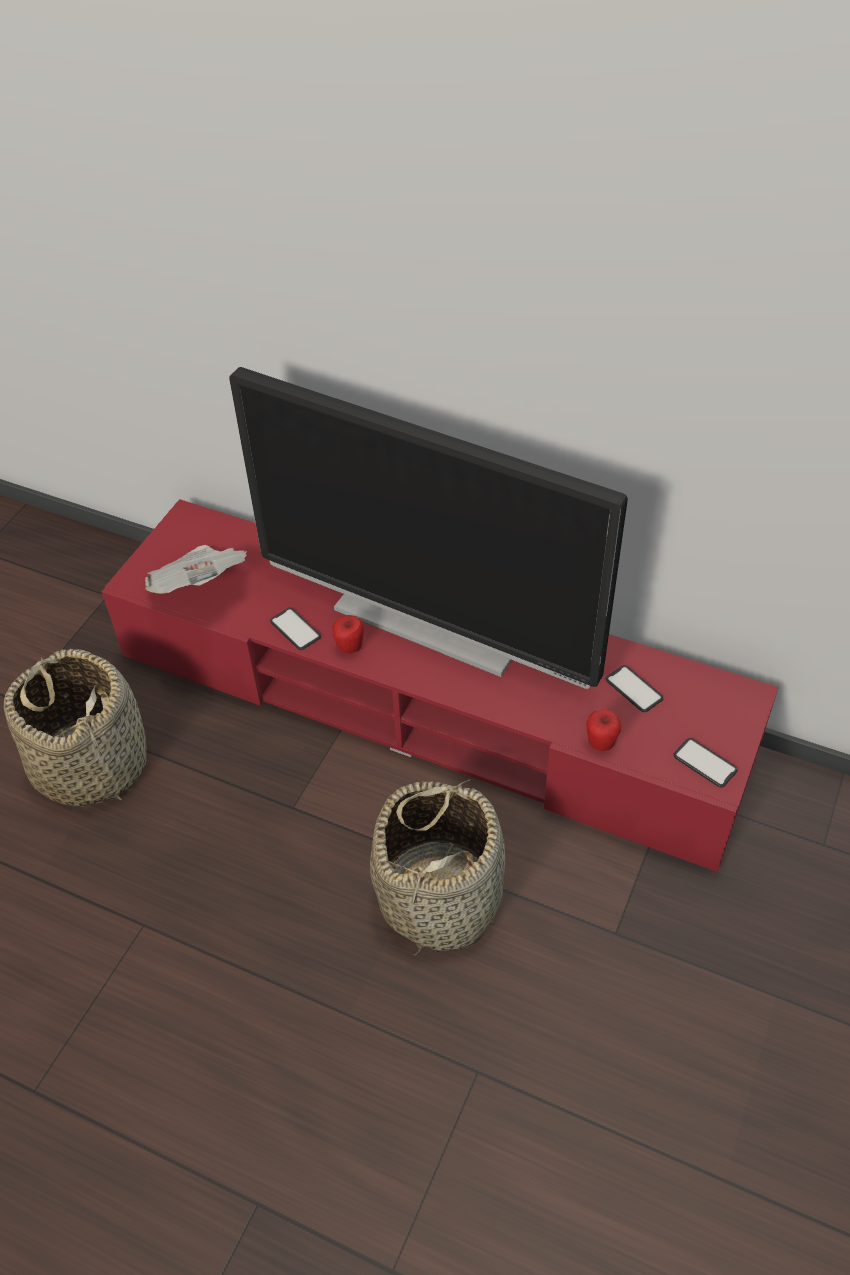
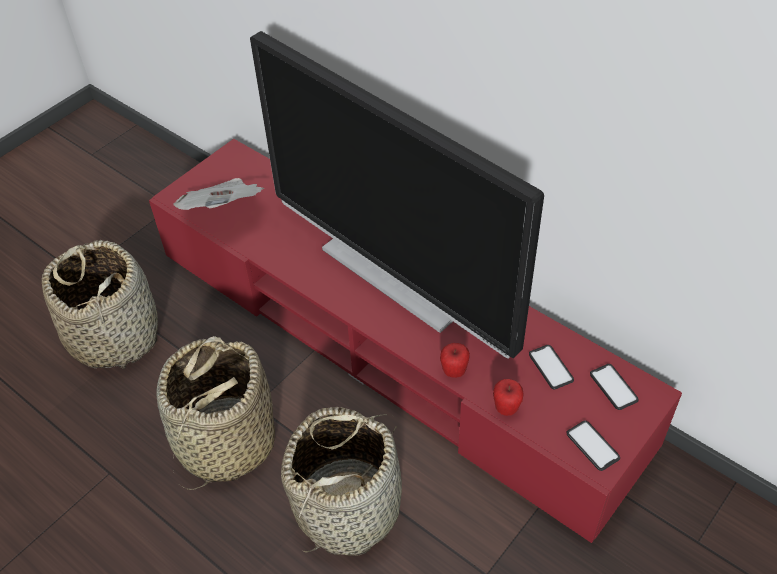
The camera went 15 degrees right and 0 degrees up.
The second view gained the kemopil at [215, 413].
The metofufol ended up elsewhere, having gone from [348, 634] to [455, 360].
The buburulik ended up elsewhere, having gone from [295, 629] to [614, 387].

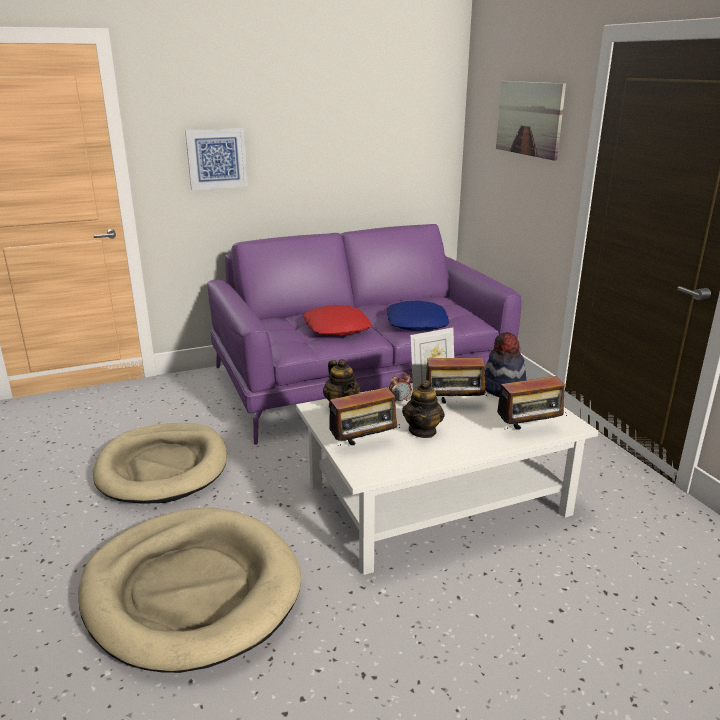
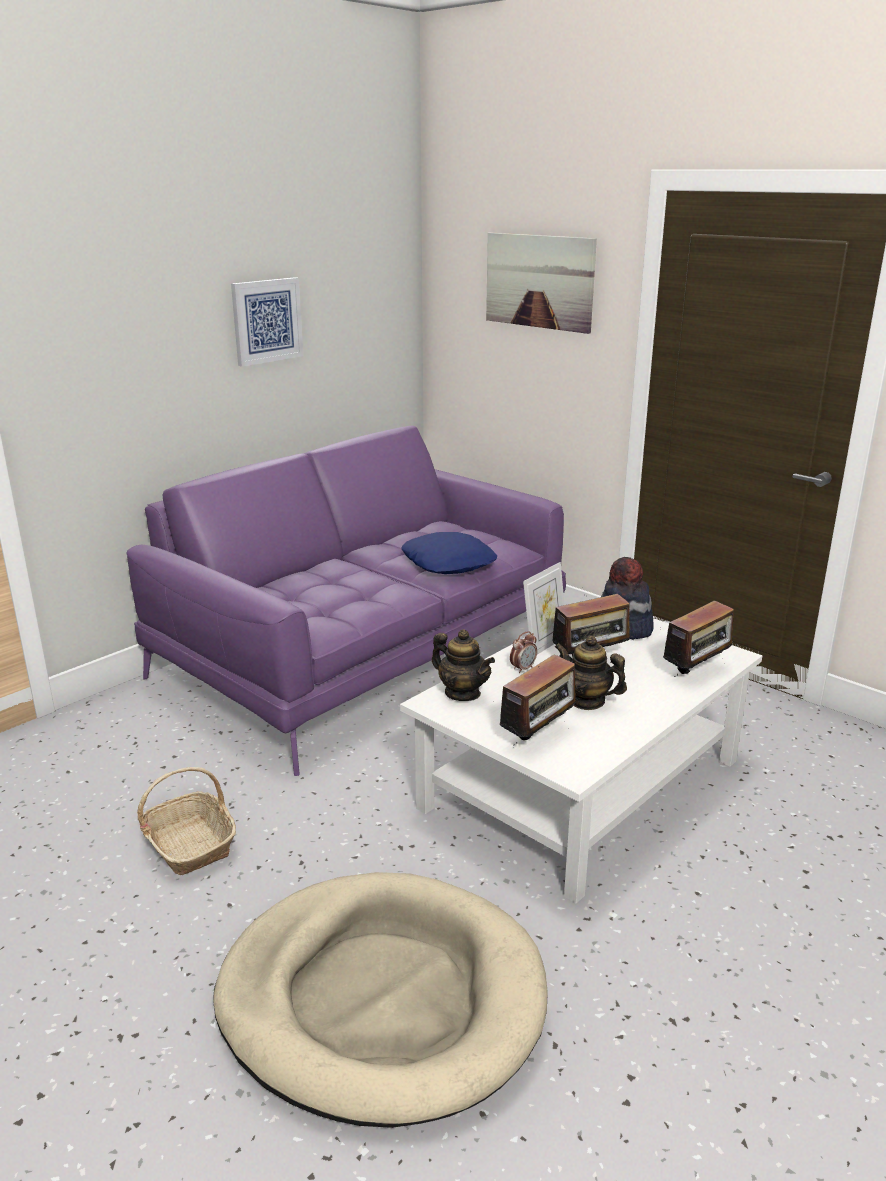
The camera went 25 degrees left and 0 degrees up.
Where the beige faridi stood at [160, 463], the kemopil came to stand at [186, 821].
The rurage ended up elsewhere, having gone from [216, 159] to [267, 322].
The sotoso at [423, 409] ended up facing another way, 135 degrees clockwise from before.
The second view lost the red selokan at [337, 320].

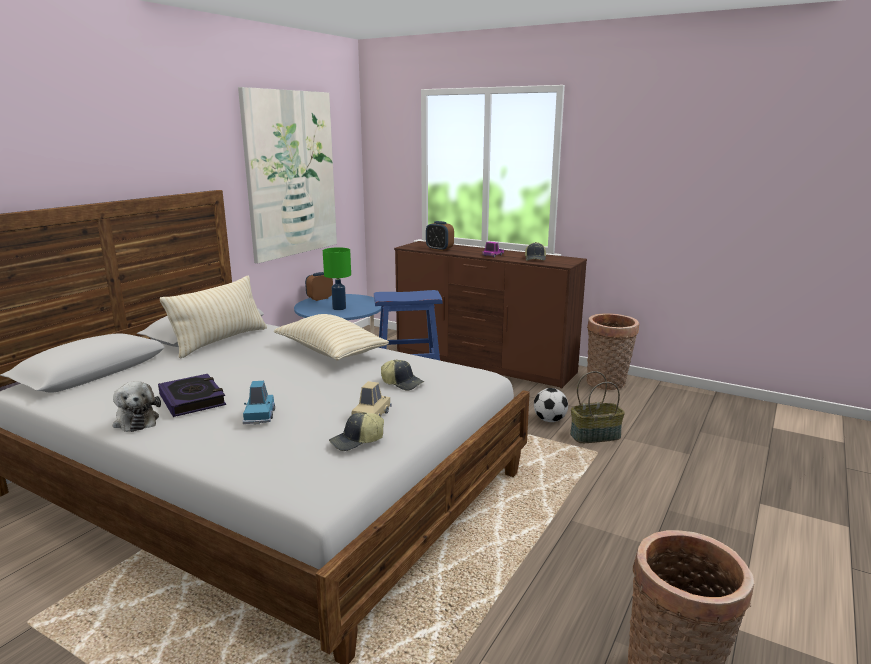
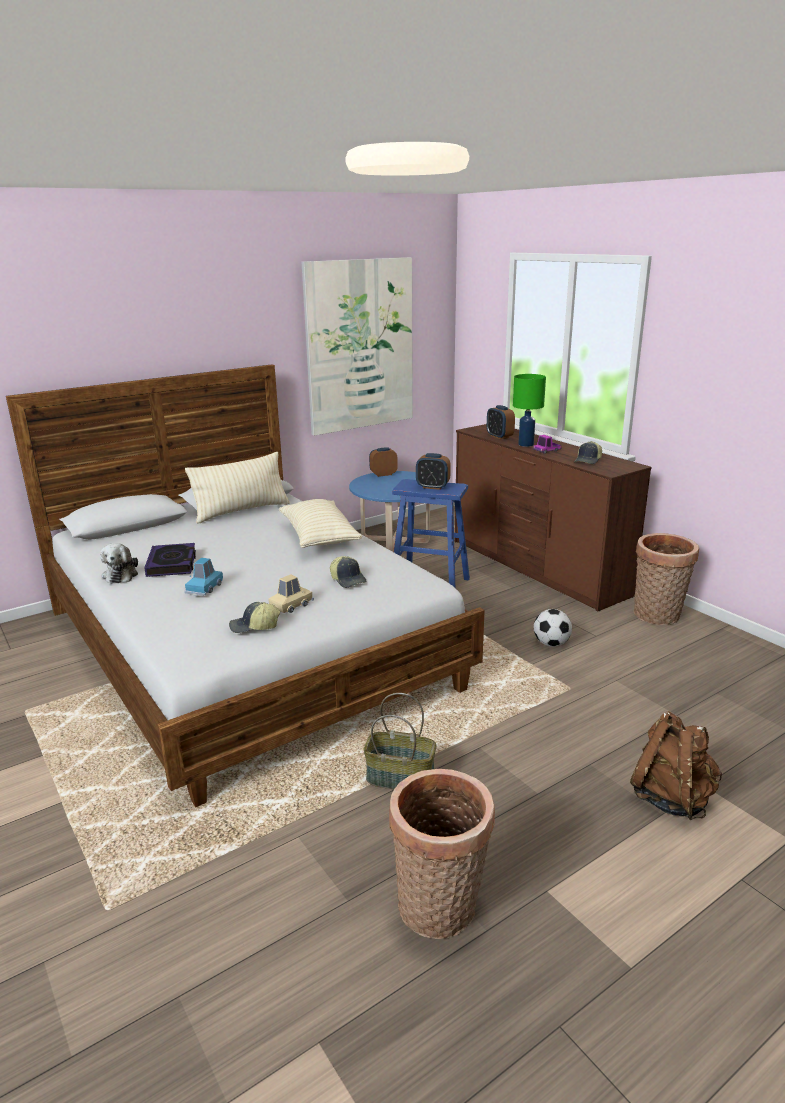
The camera went 25 degrees right and 5 degrees up.
The kemopil ended up elsewhere, having gone from [597, 407] to [400, 741].
The second view gained the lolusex at [433, 471].
The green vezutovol ended up elsewhere, having gone from [337, 278] to [529, 410].
The second view gained the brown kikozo at [676, 765].

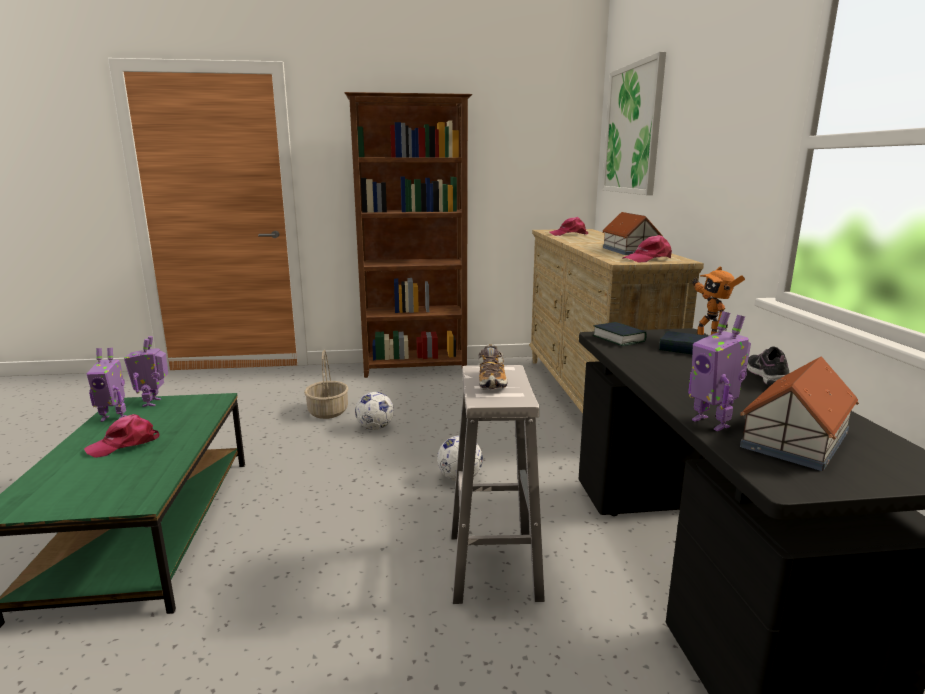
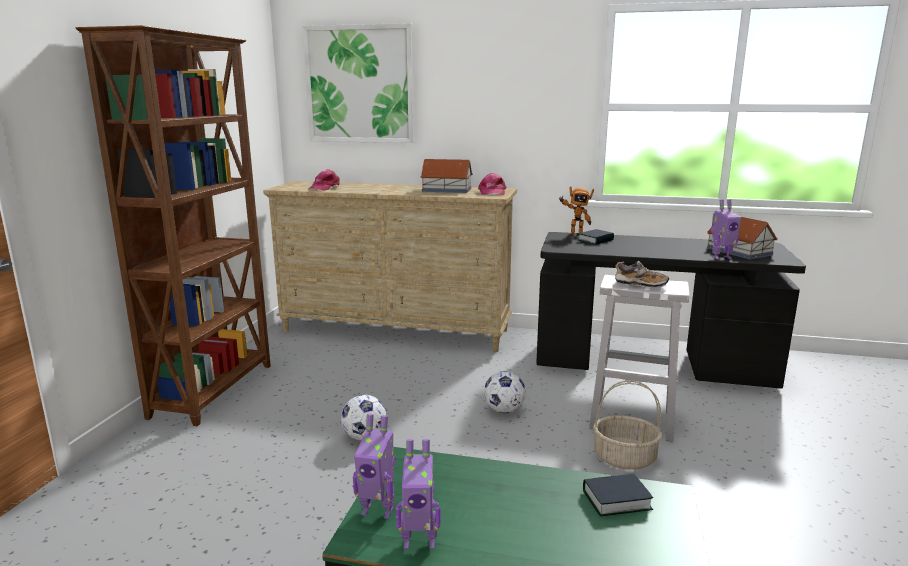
The camera went 70 degrees left and 0 degrees up.
The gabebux at [107, 385] ended up facing another way, 75 degrees clockwise from before.
The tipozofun ended up elsewhere, having gone from [620, 334] to [618, 495].
The kemopil ended up elsewhere, having gone from [326, 384] to [627, 425].
The second view lost the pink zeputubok at [122, 436].
The second view lost the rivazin at [768, 366].

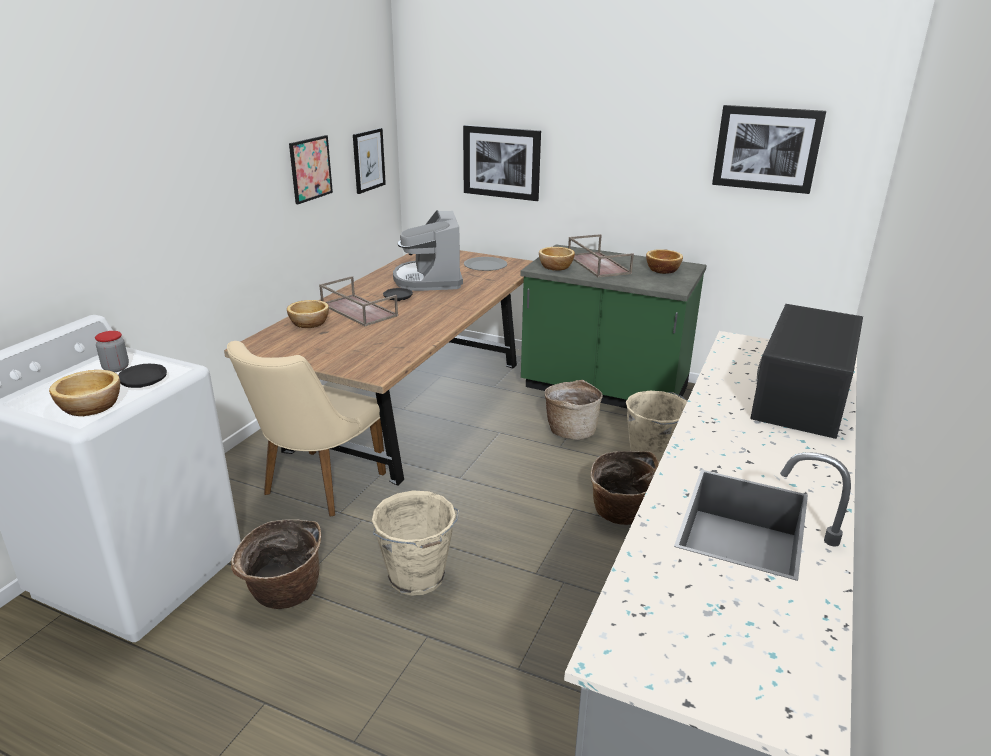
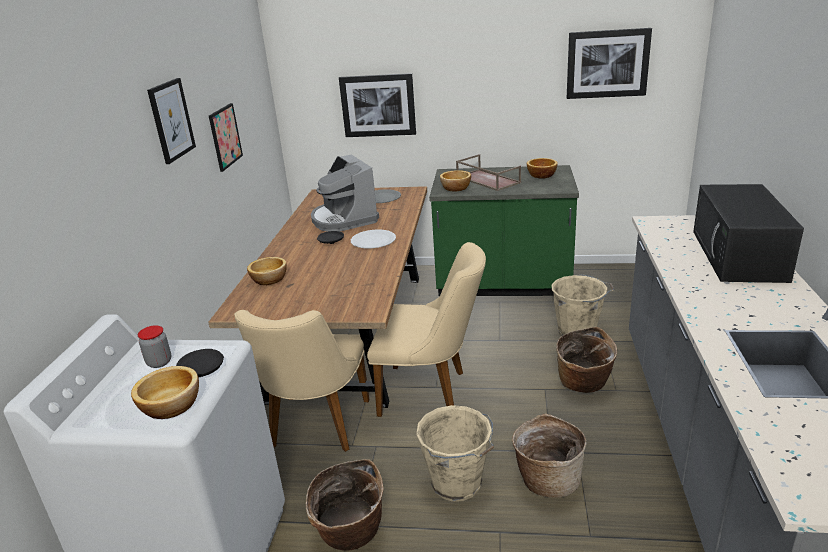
The camera went 15 degrees left and 0 degrees up.
The rurage ended up elsewhere, having gone from [369, 161] to [171, 121].
The second view gained the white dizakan at [373, 239].
The second view gained the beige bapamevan at [426, 329].
The kemopil ended up elsewhere, having gone from [573, 410] to [549, 456].
The second view lost the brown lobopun at [358, 301].

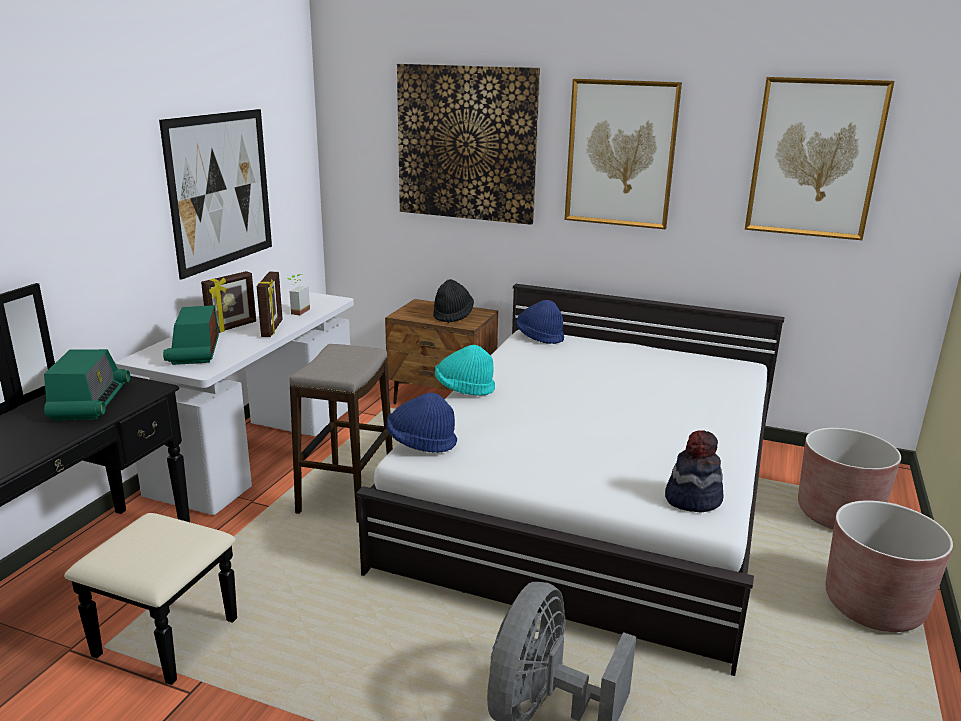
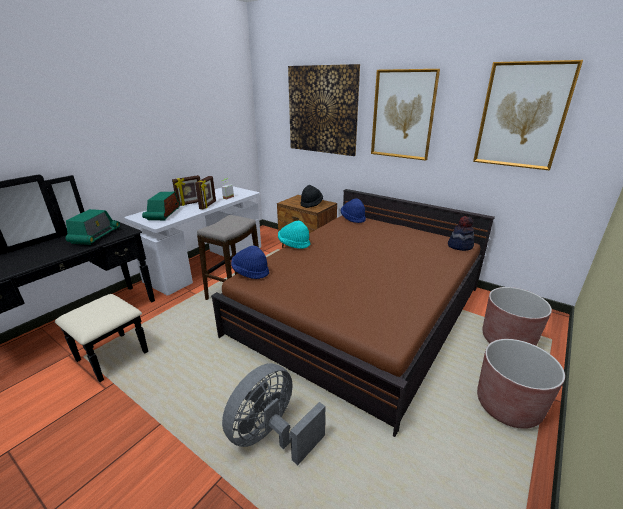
The camera went 15 degrees right and 5 degrees up.
What was the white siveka at [570, 480] turned into the brown siveka at [353, 313].
The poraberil ended up elsewhere, having gone from [694, 471] to [461, 233].
The second view lost the rurage at [215, 194].

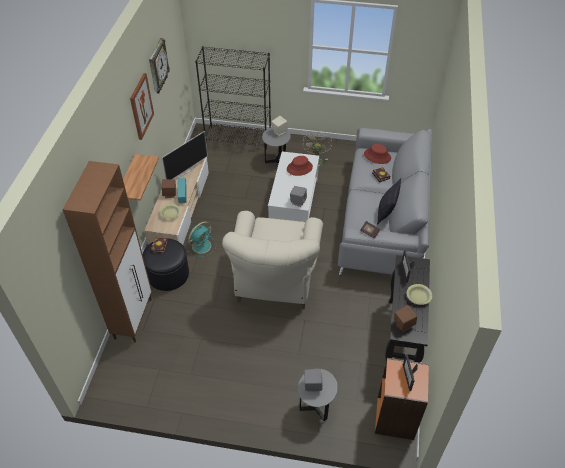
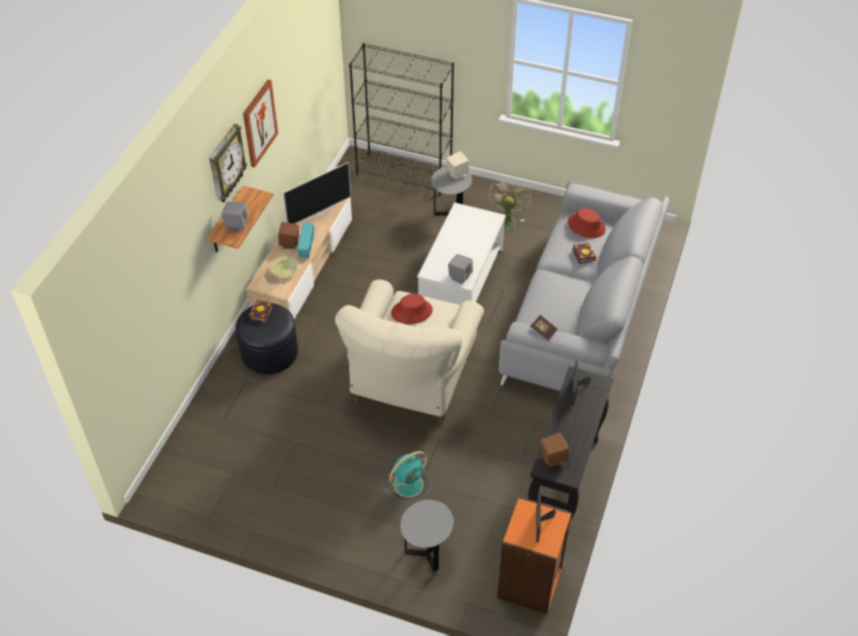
The camera went 10 degrees right and 0 degrees up.
The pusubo ended up elsewhere, having gone from [159, 65] to [228, 163].
The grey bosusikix ended up elsewhere, having gone from [313, 380] to [235, 217].
The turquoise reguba ended up elsewhere, having gone from [201, 239] to [408, 477].
The red poraberil ended up elsewhere, having gone from [300, 166] to [412, 309].
The second view lost the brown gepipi at [107, 251].
The second view lost the selokan at [389, 201].
The second view lost the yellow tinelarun at [419, 294].

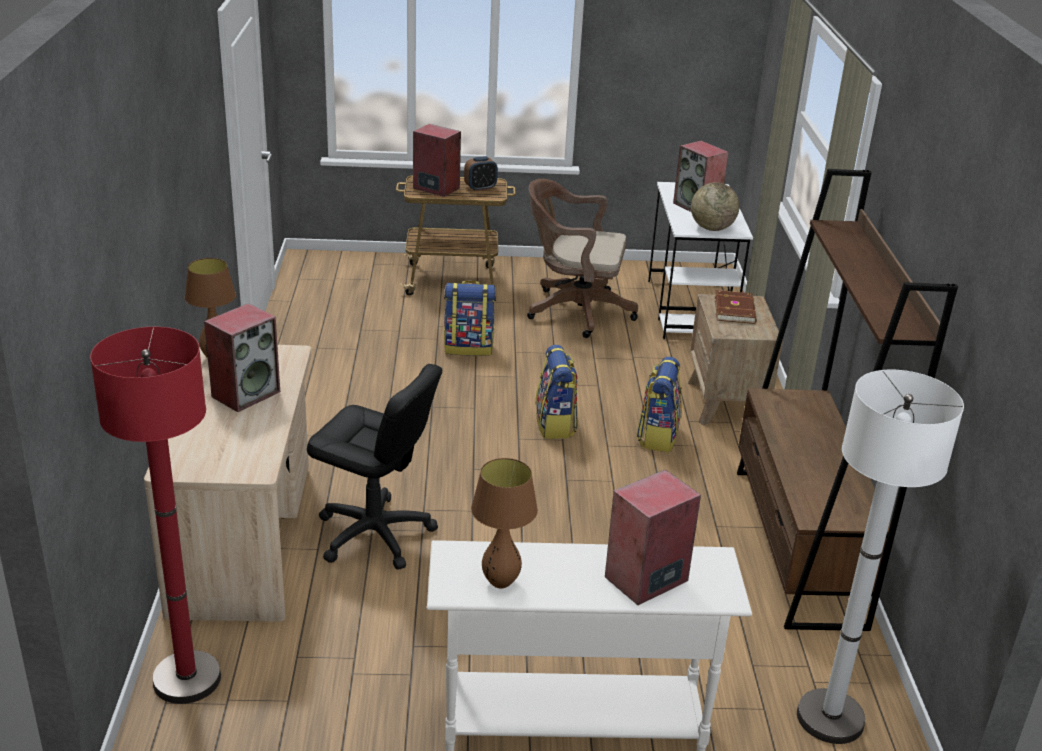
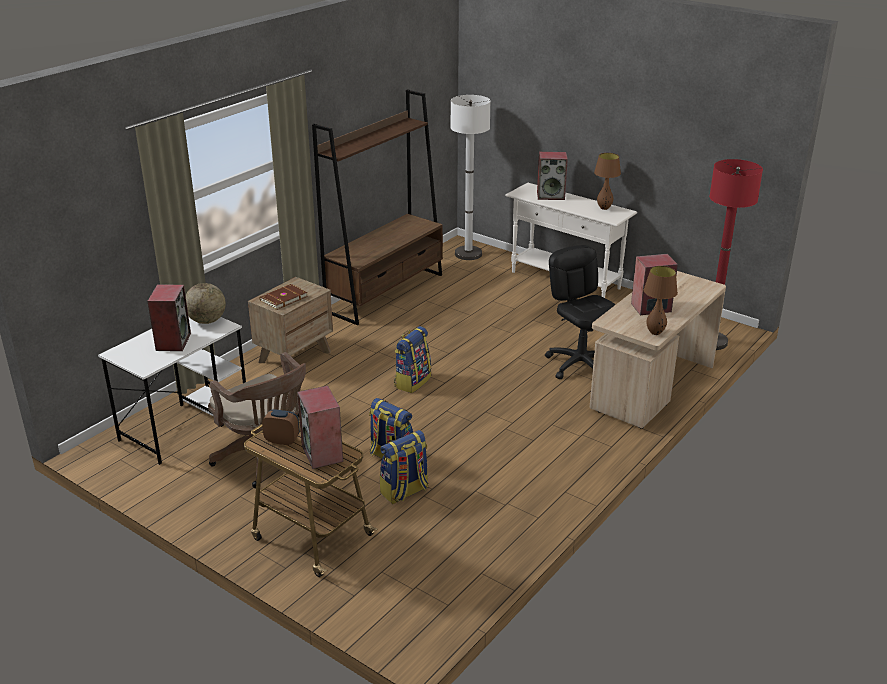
The camera went 140 degrees left and 0 degrees up.
The kikozo ended up elsewhere, having gone from [659, 404] to [404, 467].

